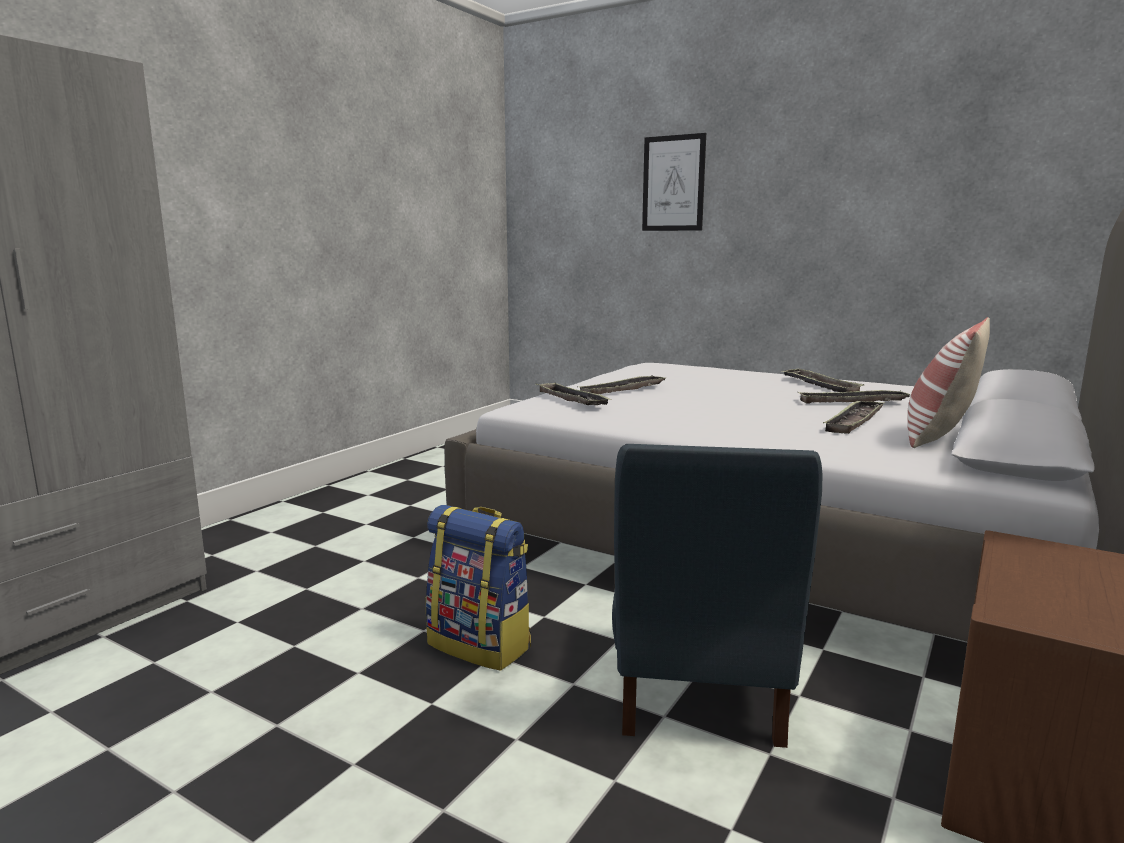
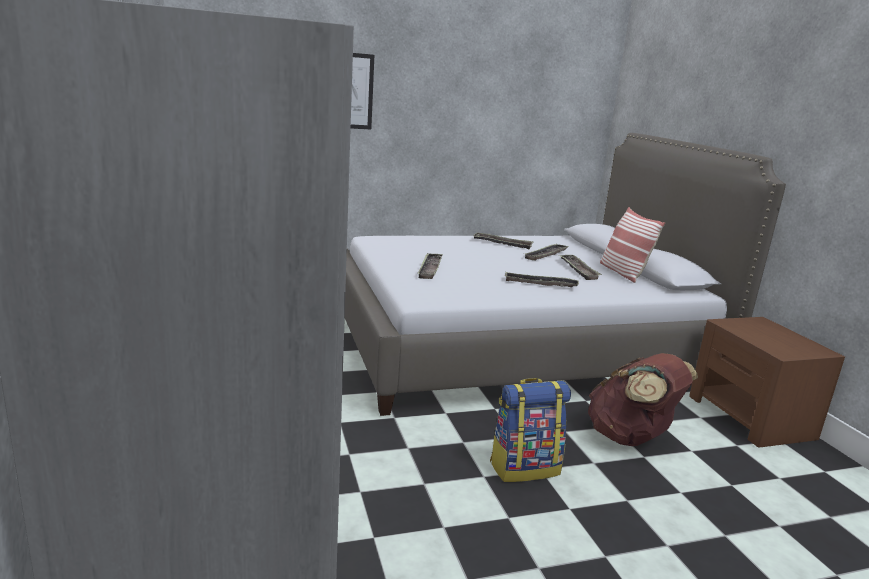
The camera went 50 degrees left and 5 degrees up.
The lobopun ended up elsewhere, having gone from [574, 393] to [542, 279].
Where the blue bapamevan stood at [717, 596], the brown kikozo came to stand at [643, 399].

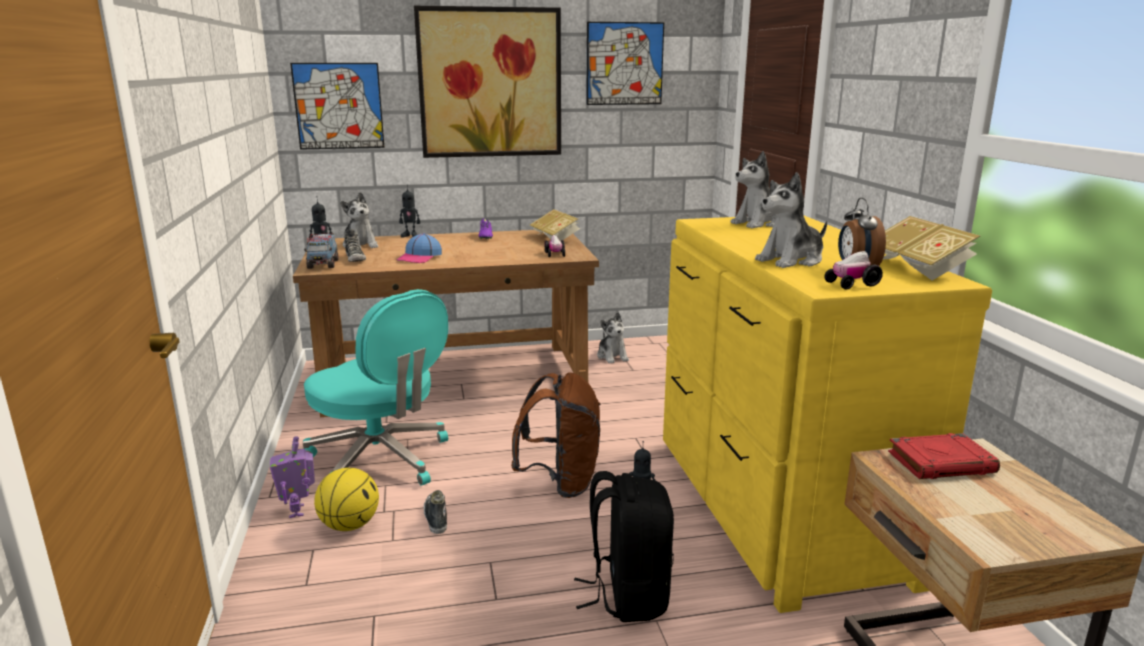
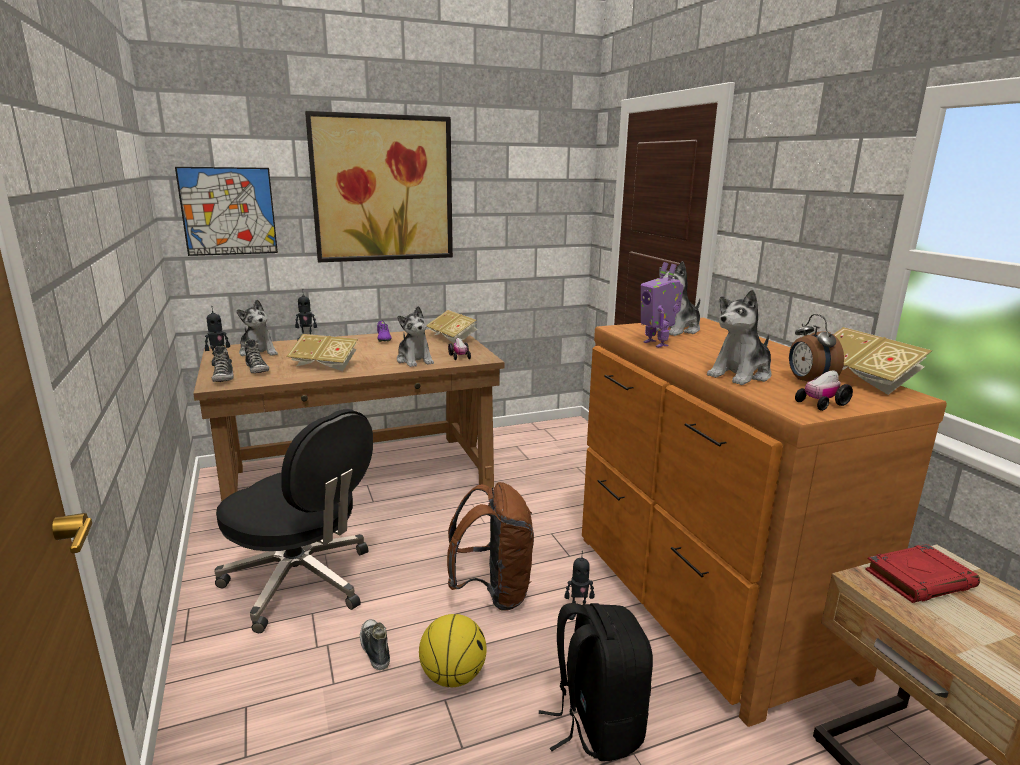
The camera went 10 degrees left and 0 degrees up.
Where the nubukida stood at [321, 251], the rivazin came to stand at [222, 364].
What was the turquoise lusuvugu at [375, 387] turned into the black lusuvugu at [293, 521].
Where the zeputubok stood at [419, 248], the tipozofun came to stand at [322, 352].
The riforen ended up elsewhere, having gone from [613, 338] to [415, 336].
The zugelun ended up elsewhere, having gone from [346, 499] to [453, 650].
What was the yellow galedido at [827, 414] turned into the brown galedido at [764, 522].
The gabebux ended up elsewhere, having gone from [292, 477] to [662, 305].
The second view lost the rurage at [625, 63].

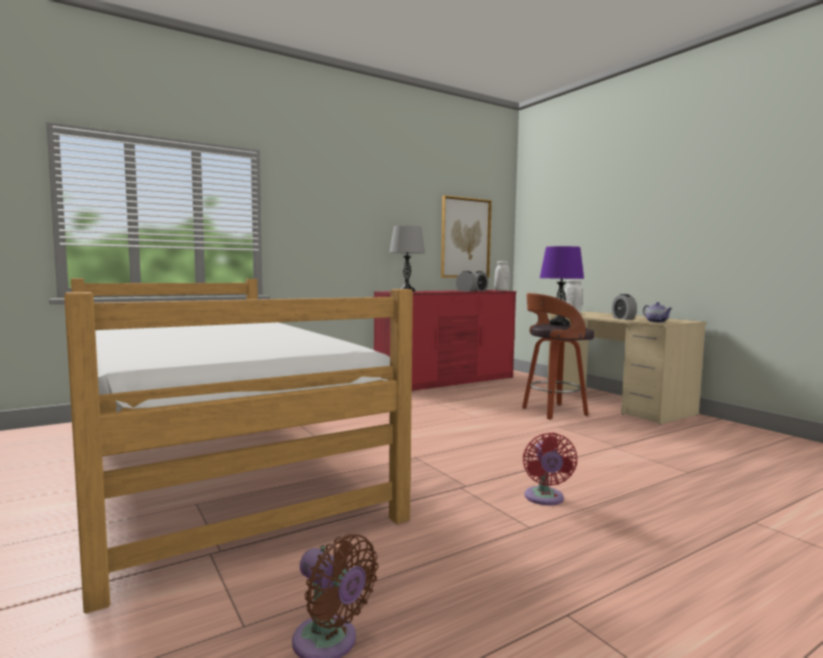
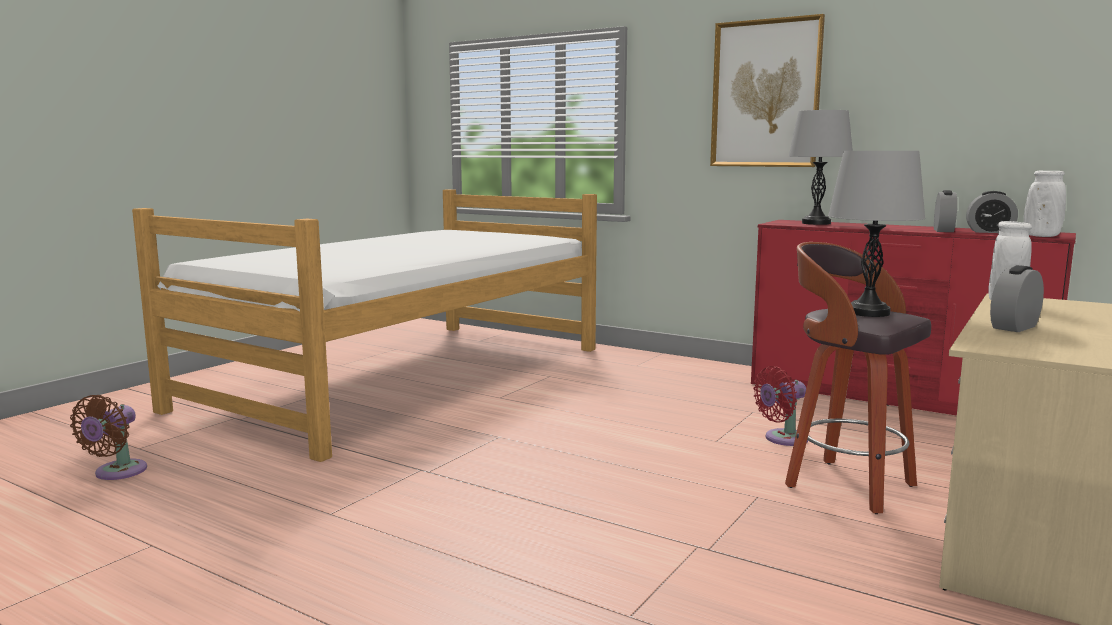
The camera went 65 degrees right and 5 degrees up.
The rurage ended up elsewhere, having gone from [466, 236] to [767, 90].
The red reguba ended up elsewhere, having gone from [550, 469] to [780, 406].
What was the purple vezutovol at [562, 285] turned into the grey vezutovol at [876, 234].
The second view lost the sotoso at [658, 312].

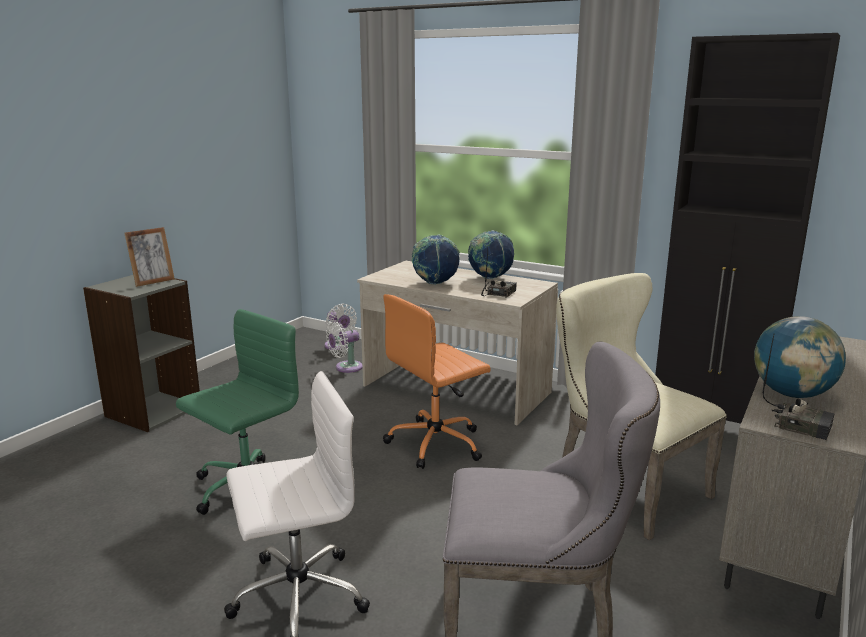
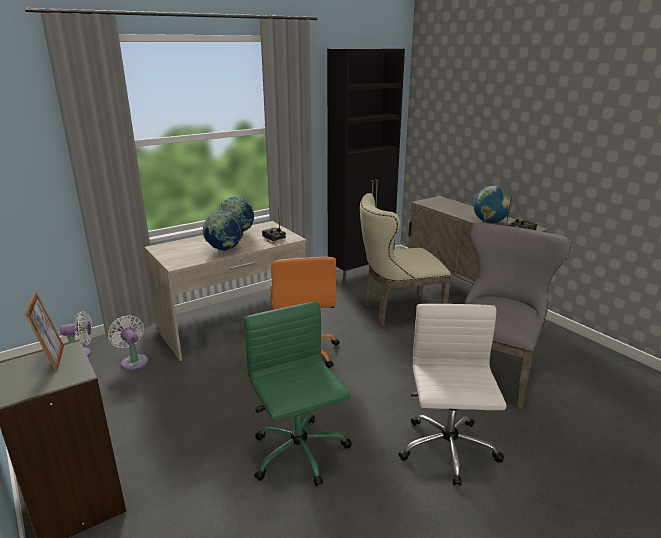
The camera went 65 degrees left and 5 degrees up.
The white reguba at [344, 347] ended up facing another way, 150 degrees clockwise from before.

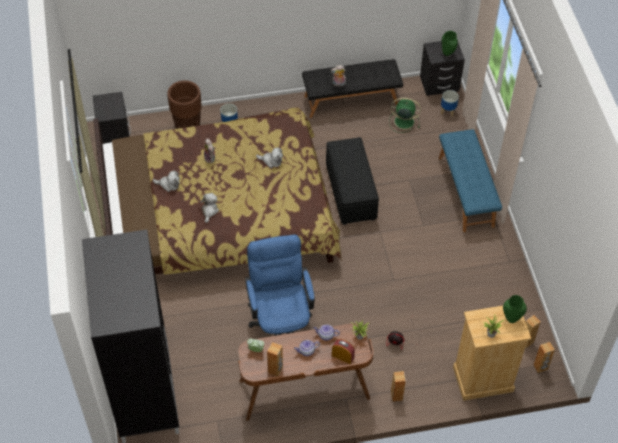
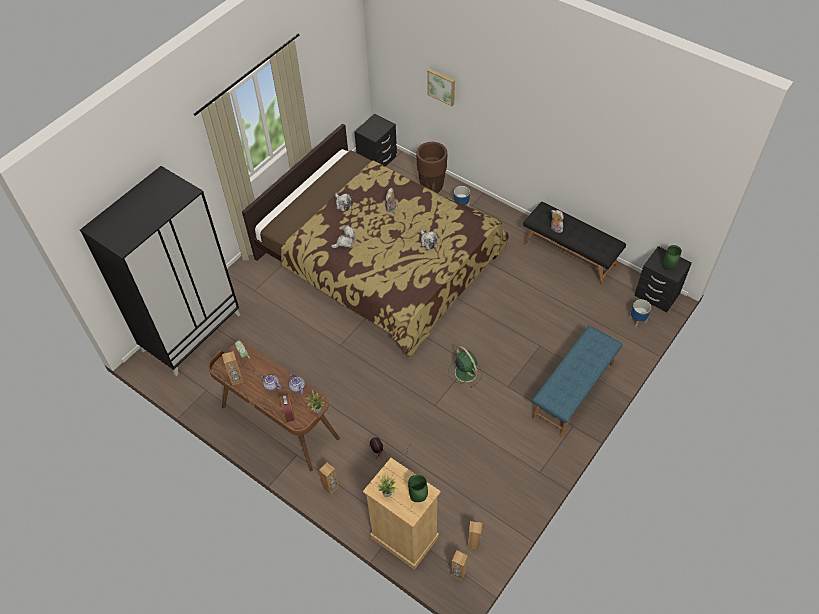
The camera went 50 degrees right and 0 degrees up.
The second view gained the rurage at [441, 87].
The green reguba ended up elsewhere, having gone from [405, 115] to [465, 367].
The second view lost the blue lusuvugu at [280, 285].
The second view lost the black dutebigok at [352, 181].

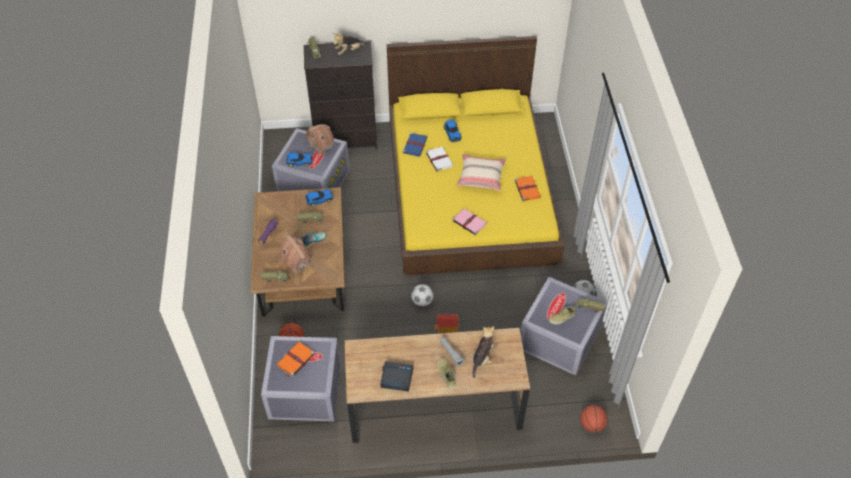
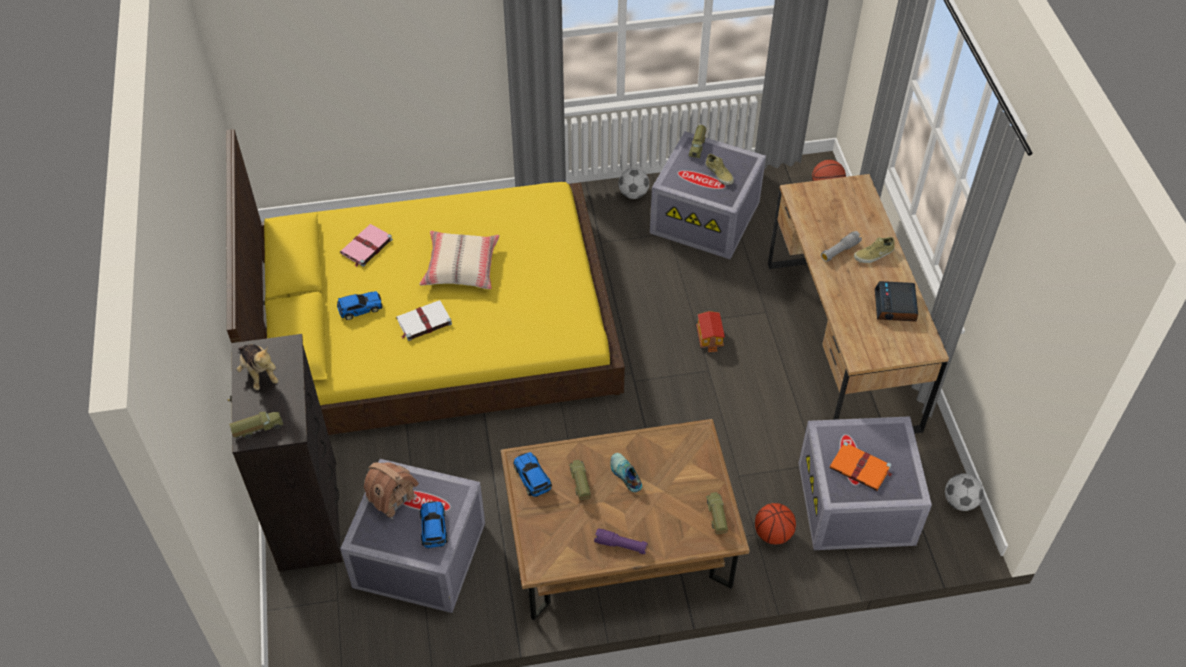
The camera went 95 degrees left and 0 degrees up.
The pink tipozofun ended up elsewhere, having gone from [469, 221] to [366, 245].
The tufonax ended up elsewhere, having gone from [422, 295] to [964, 492].
The second view lost the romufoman at [295, 254].
The second view lost the blue tipozofun at [415, 145].
The second view lost the riforen at [484, 352].
The second view lost the orange tipozofun at [528, 188].

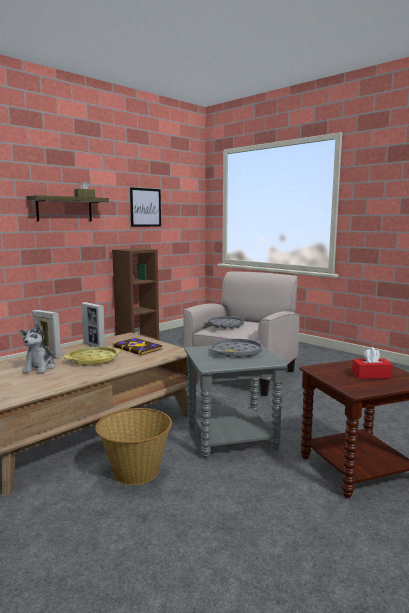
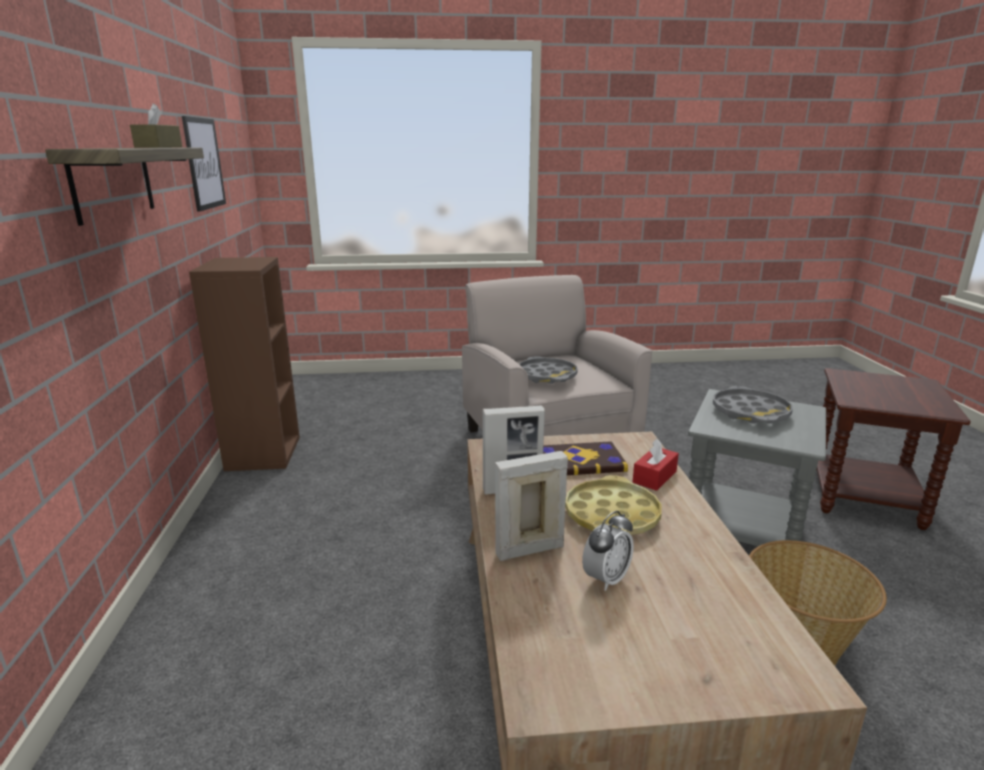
The camera went 50 degrees left and 10 degrees up.
Where the riforen stood at [37, 348], the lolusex came to stand at [608, 551].
The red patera ended up elsewhere, having gone from [372, 363] to [656, 465].

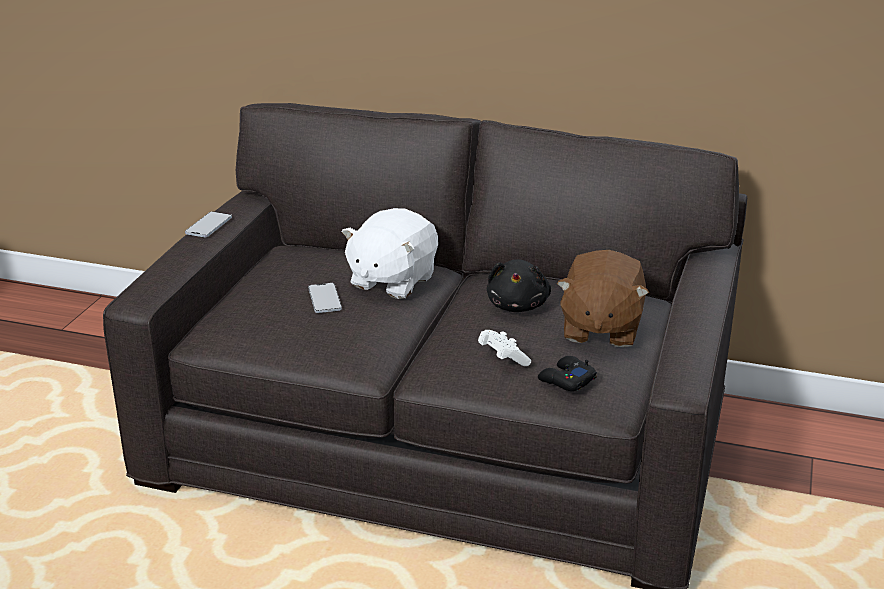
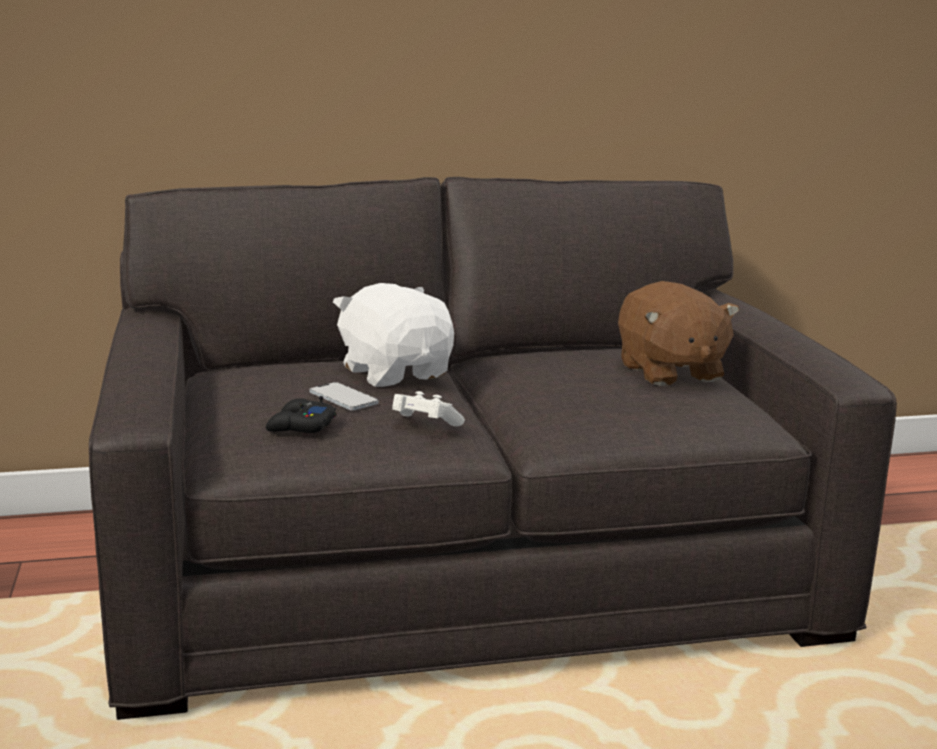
The camera went 30 degrees left and 10 degrees down.
The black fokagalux ended up elsewhere, having gone from [567, 373] to [301, 414].
The white riforen at [389, 253] ended up facing another way, 150 degrees clockwise from before.
The white fokagalux ended up elsewhere, having gone from [504, 348] to [428, 408].
The second view lost the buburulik at [208, 224].
The second view lost the black riforen at [519, 285].

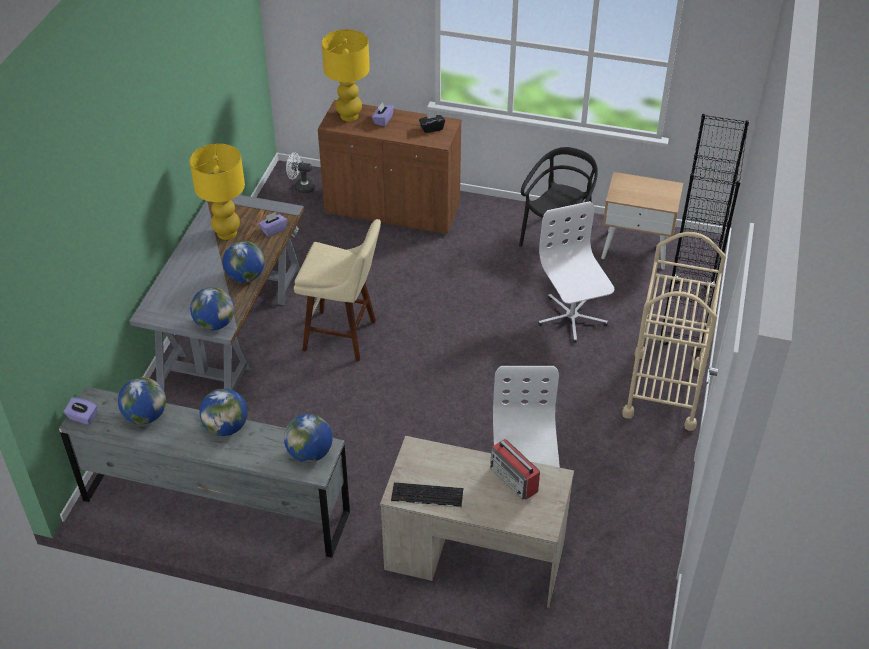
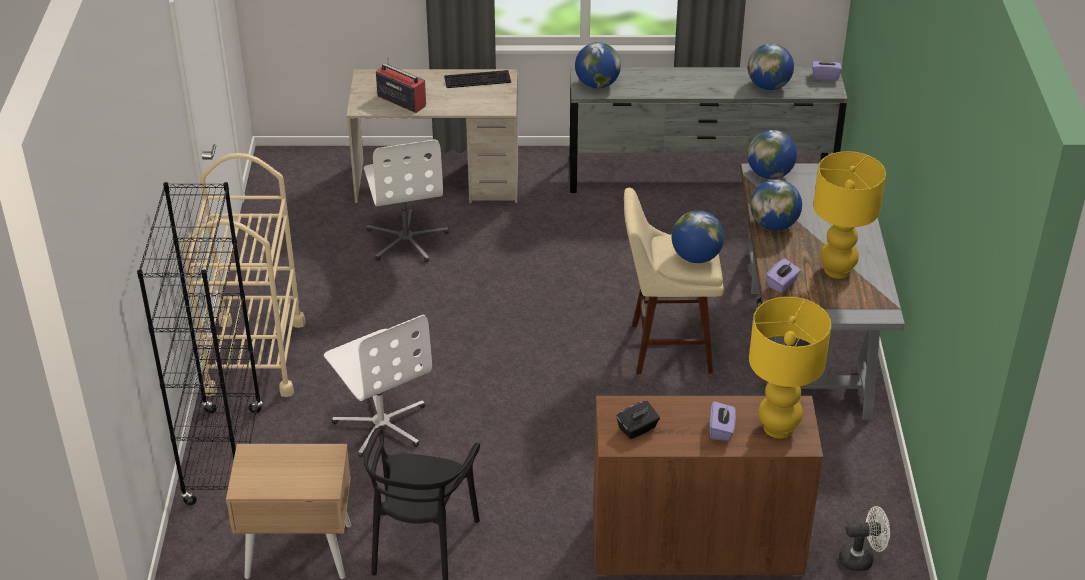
The camera went 165 degrees right and 5 degrees down.
The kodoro ended up elsewhere, having gone from [224, 412] to [698, 237].

